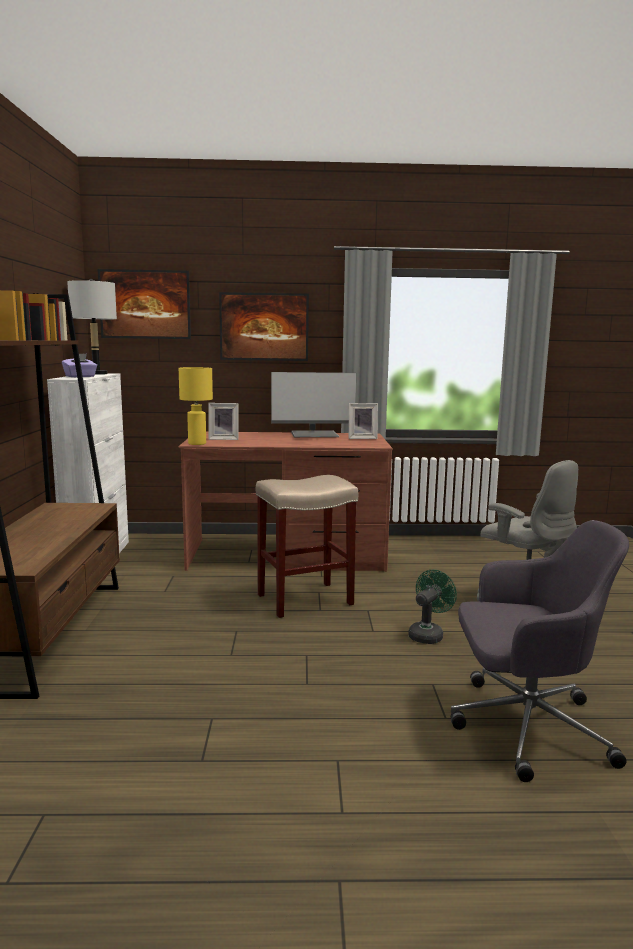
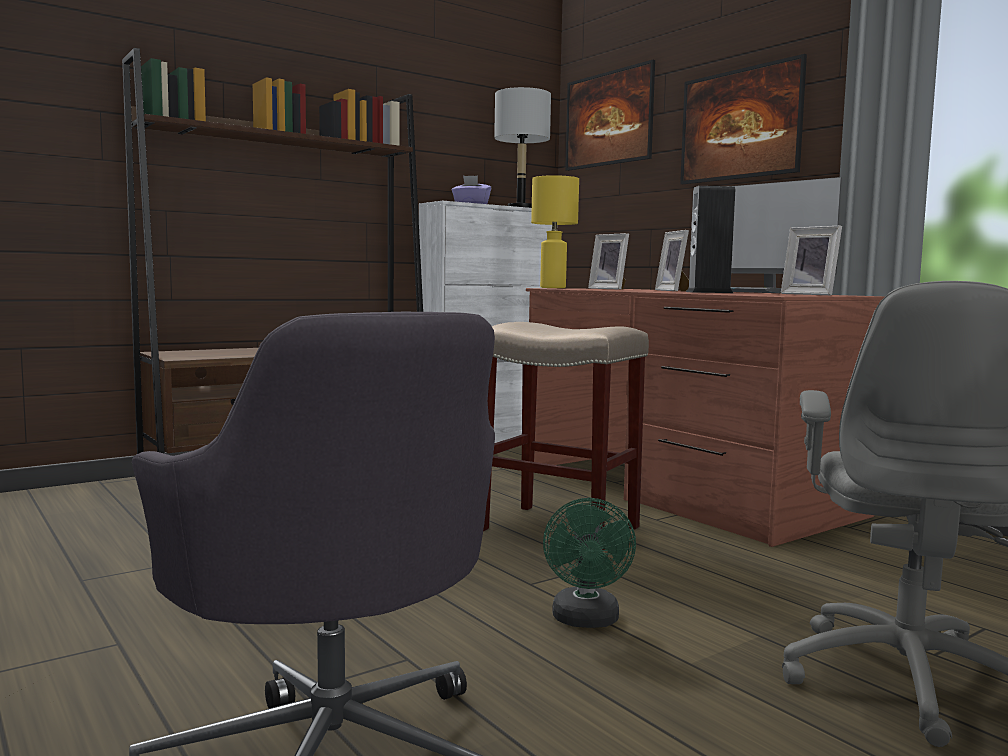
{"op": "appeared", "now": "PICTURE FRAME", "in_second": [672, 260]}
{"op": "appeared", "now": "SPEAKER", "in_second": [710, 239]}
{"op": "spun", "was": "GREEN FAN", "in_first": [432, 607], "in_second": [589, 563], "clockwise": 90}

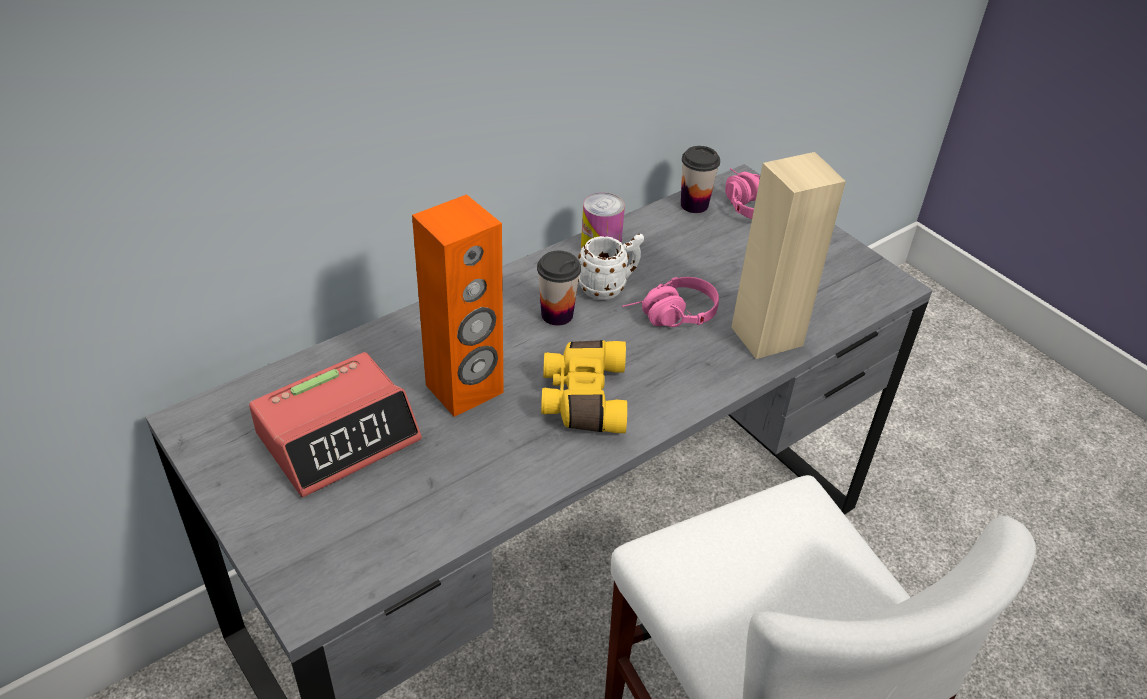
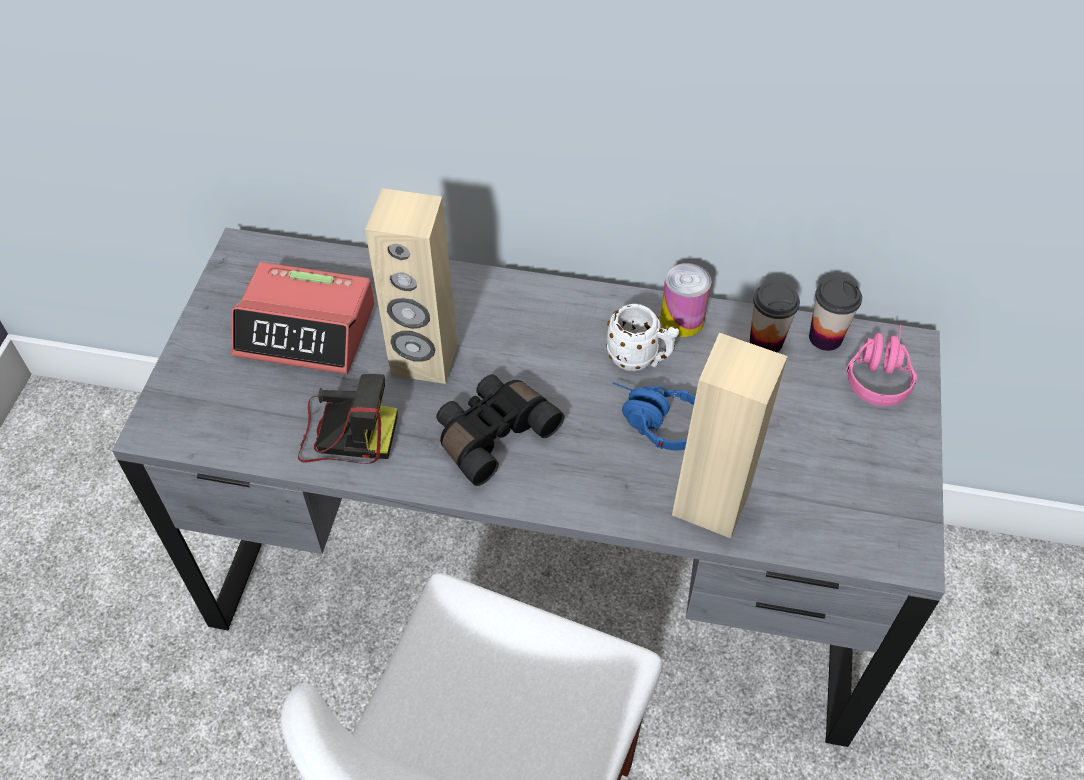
{"op": "appeared", "now": "PHOTO CAMERA", "in_second": [348, 419]}
{"op": "relocated", "was": "CUP", "in_first": [559, 288], "in_second": [775, 317]}
{"op": "colour", "was": "ORANGE SPEAKER", "now": "BEIGE SPEAKER", "in_first": [458, 305], "in_second": [411, 286]}
{"op": "colour", "was": "YELLOW BINOCULARS", "now": "BLACK BINOCULARS", "in_first": [584, 386], "in_second": [500, 430]}
{"op": "colour", "was": "PINK HEADPHONES", "now": "BLUE HEADPHONES", "in_first": [670, 302], "in_second": [654, 416]}

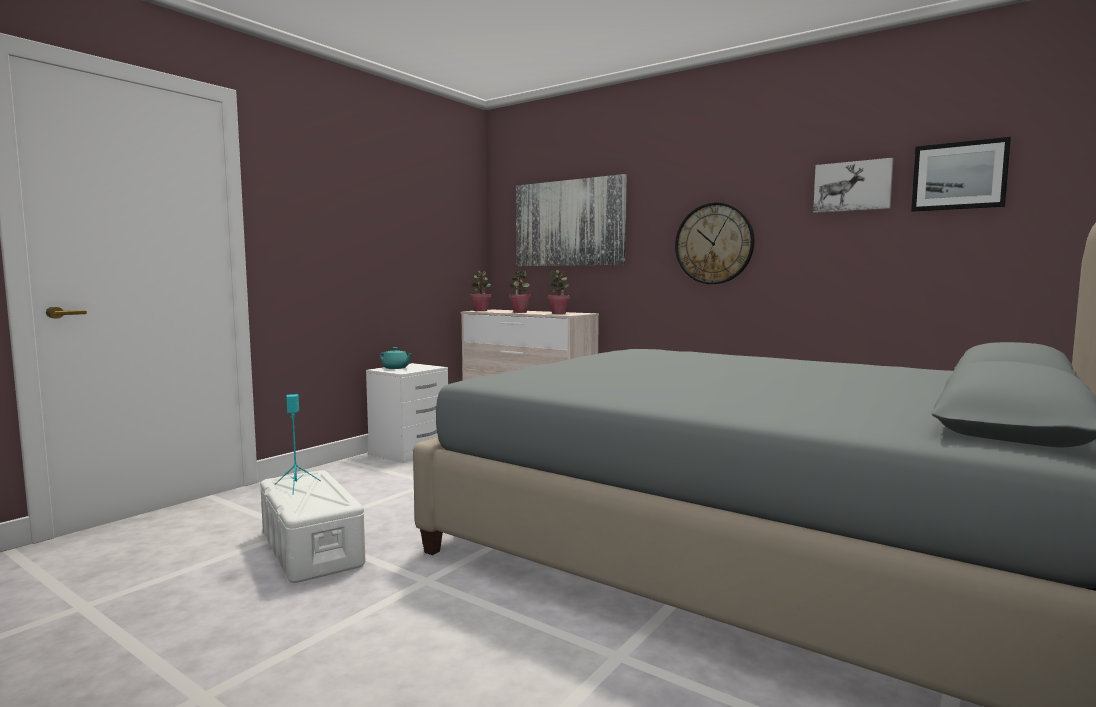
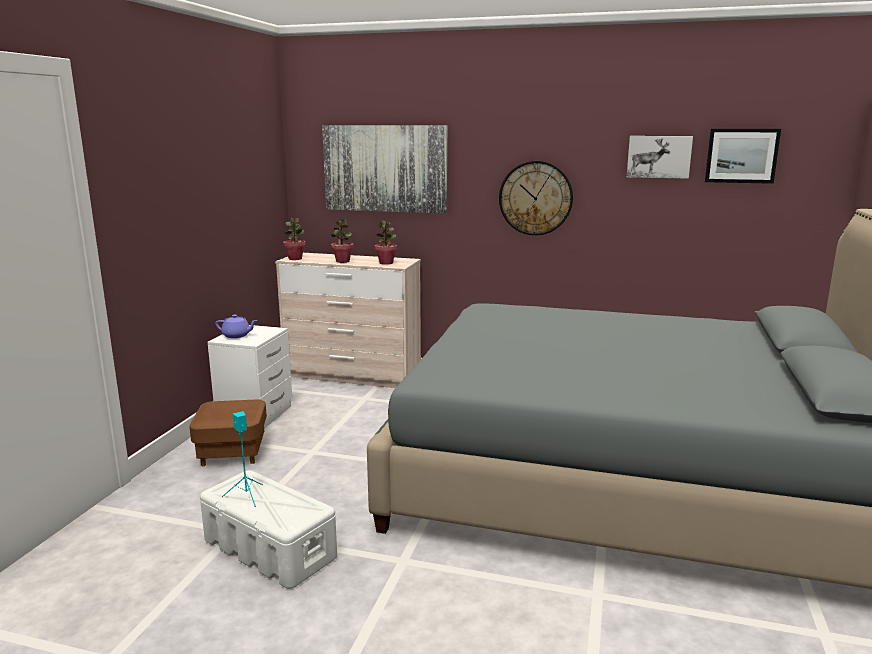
{"op": "appeared", "now": "BROWN OTTOMAN", "in_second": [228, 432]}
{"op": "colour", "was": "TURQUOISE TEAPOT", "now": "PURPLE TEAPOT", "in_first": [396, 358], "in_second": [236, 326]}

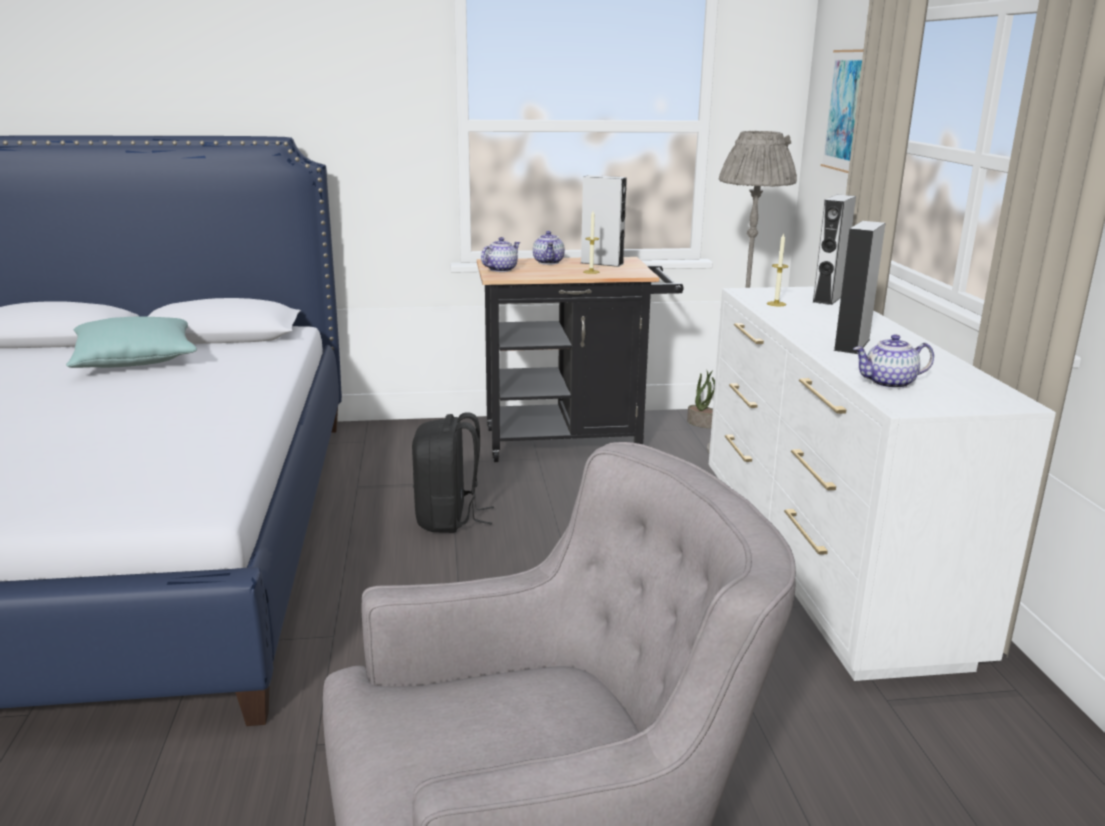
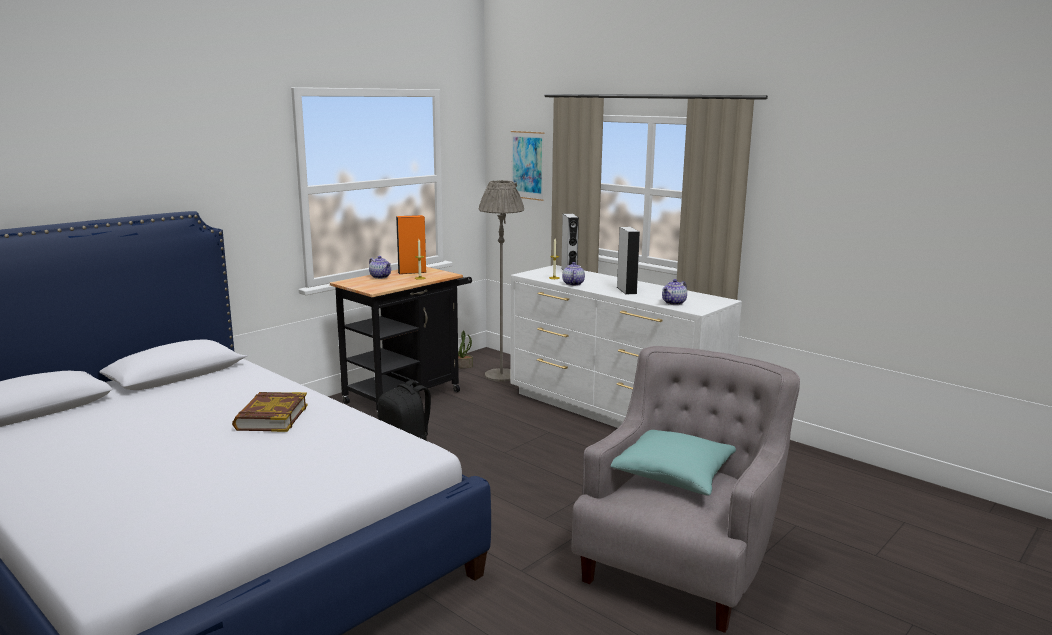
{"op": "appeared", "now": "BOOK", "in_second": [270, 412]}
{"op": "relocated", "was": "TURQUOISE PILLOW", "in_first": [131, 342], "in_second": [673, 463]}
{"op": "relocated", "was": "TEAPOT", "in_first": [500, 254], "in_second": [573, 274]}
{"op": "colour", "was": "GREY SPEAKER", "now": "ORANGE SPEAKER", "in_first": [604, 221], "in_second": [411, 244]}

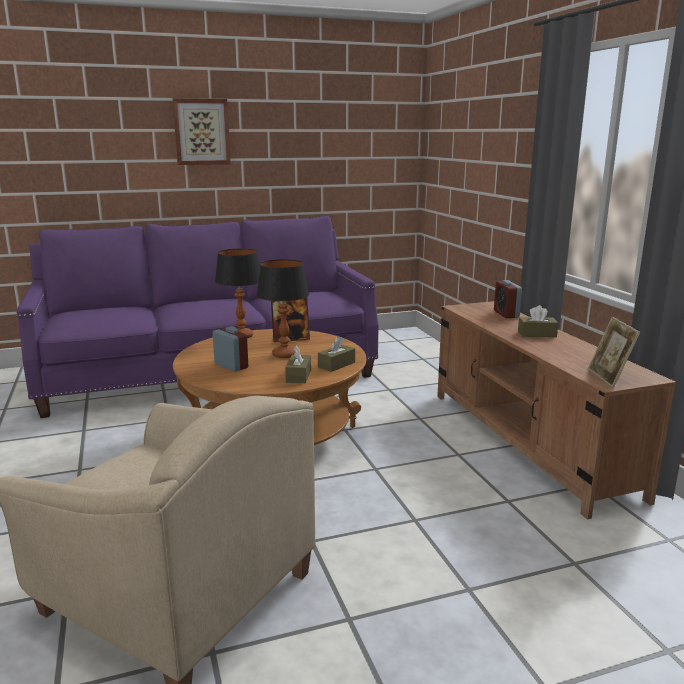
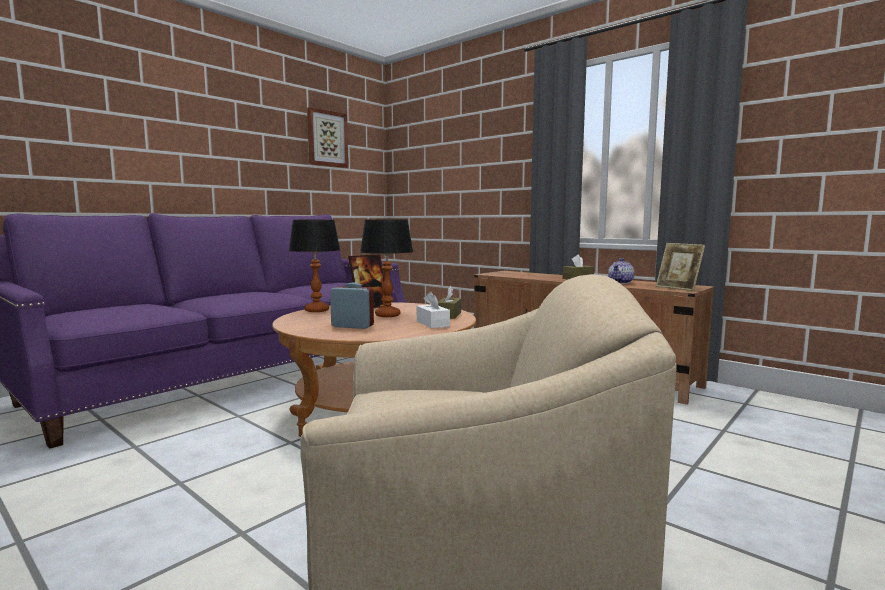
{"op": "missing", "was": "ALARM CLOCK", "in_first": [508, 299]}
{"op": "appeared", "now": "TEAPOT", "in_second": [621, 271]}
{"op": "relocated", "was": "PICTURE", "in_first": [201, 131], "in_second": [327, 137]}
{"op": "colour", "was": "BROWN TISSUE BOX", "now": "WHITE TISSUE BOX", "in_first": [298, 364], "in_second": [433, 310]}

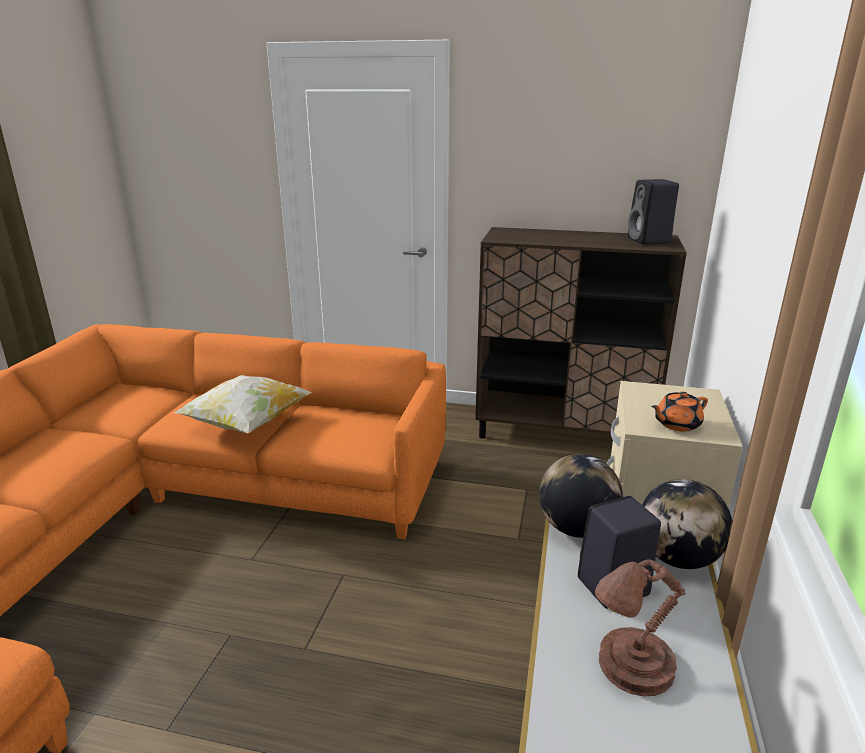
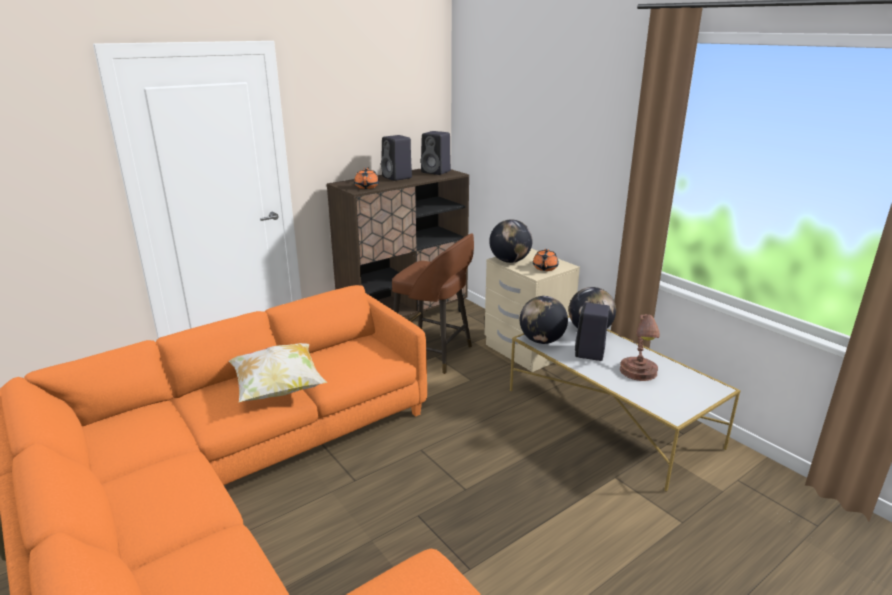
{"op": "appeared", "now": "ORANGE TEAPOT", "in_second": [366, 178]}
{"op": "appeared", "now": "BLACK SPEAKER", "in_second": [396, 158]}
{"op": "appeared", "now": "BROWN STOOL", "in_second": [433, 303]}
{"op": "appeared", "now": "GLOBE", "in_second": [511, 241]}

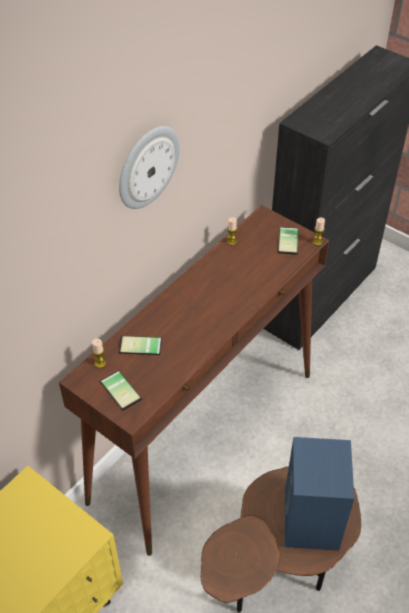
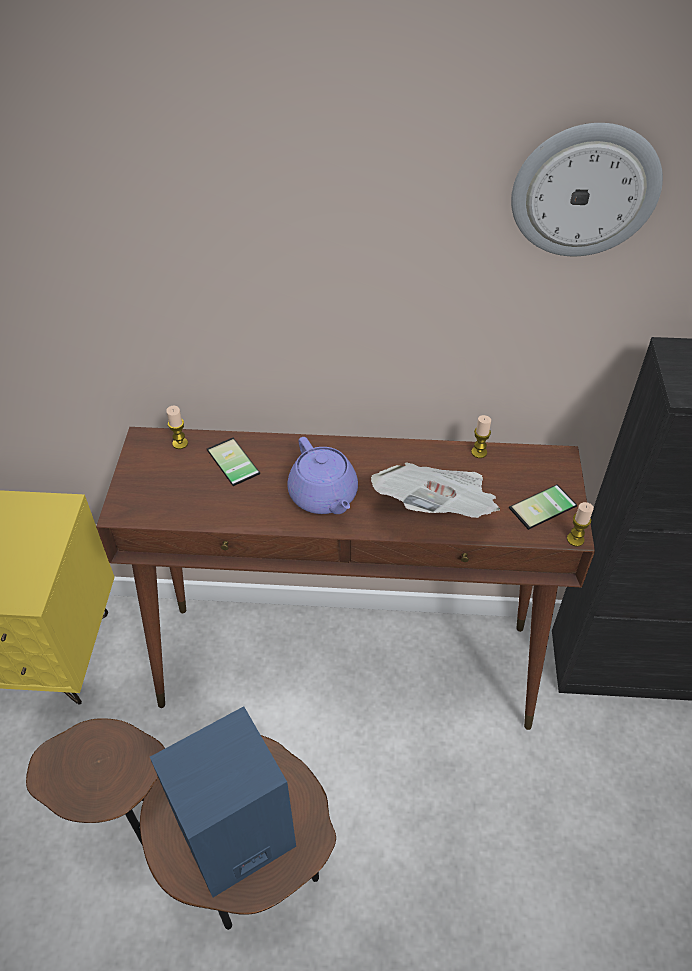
{"op": "missing", "was": "PHONE", "in_first": [121, 390]}
{"op": "appeared", "now": "PURPLE TEAPOT", "in_second": [323, 475]}
{"op": "appeared", "now": "NEWSPAPER", "in_second": [435, 490]}
{"op": "relocated", "was": "WALL CLOCK", "in_first": [149, 167], "in_second": [587, 189]}

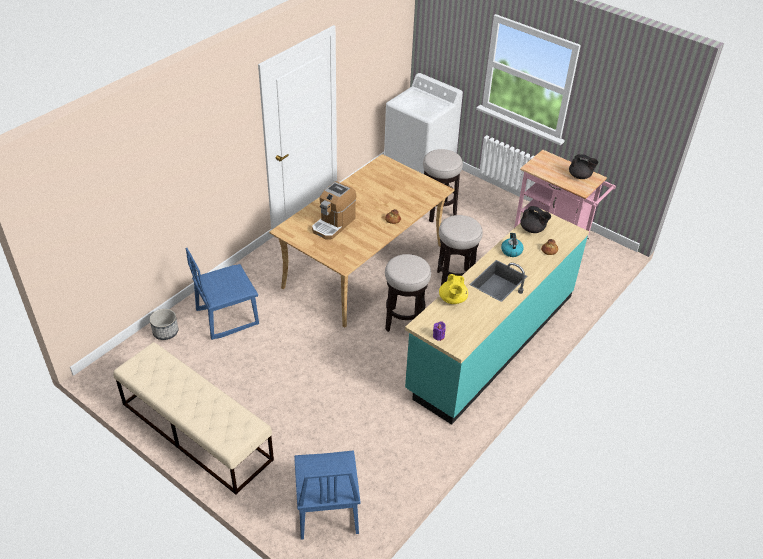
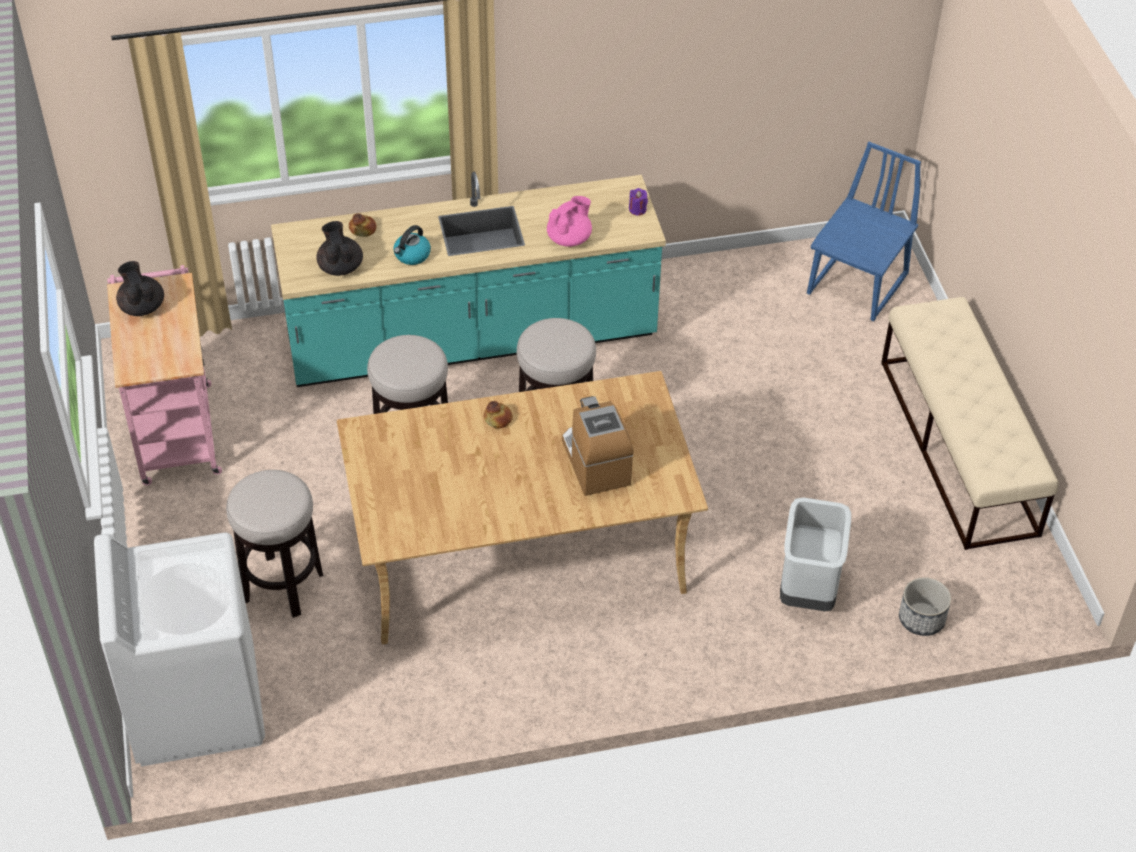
{"op": "exchanged", "was": "BLUE CHAIR", "now": "GREY TRASH CAN", "in_first": [222, 294], "in_second": [815, 554]}
{"op": "colour", "was": "YELLOW TEAPOT", "now": "PINK TEAPOT", "in_first": [453, 289], "in_second": [569, 221]}
{"op": "spun", "was": "COFFEE MACHINE", "in_first": [334, 210], "in_second": [597, 446], "clockwise": -90}

